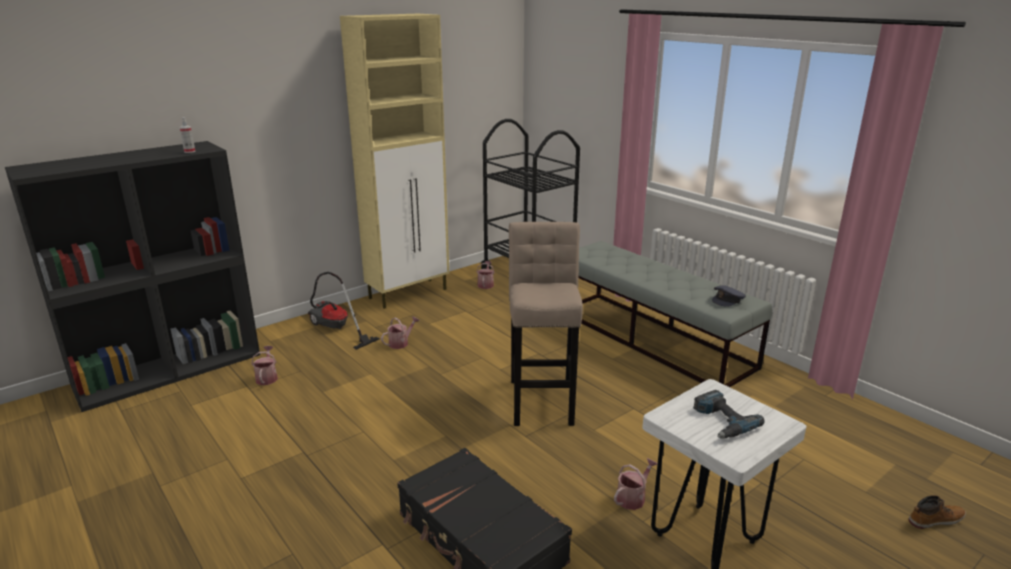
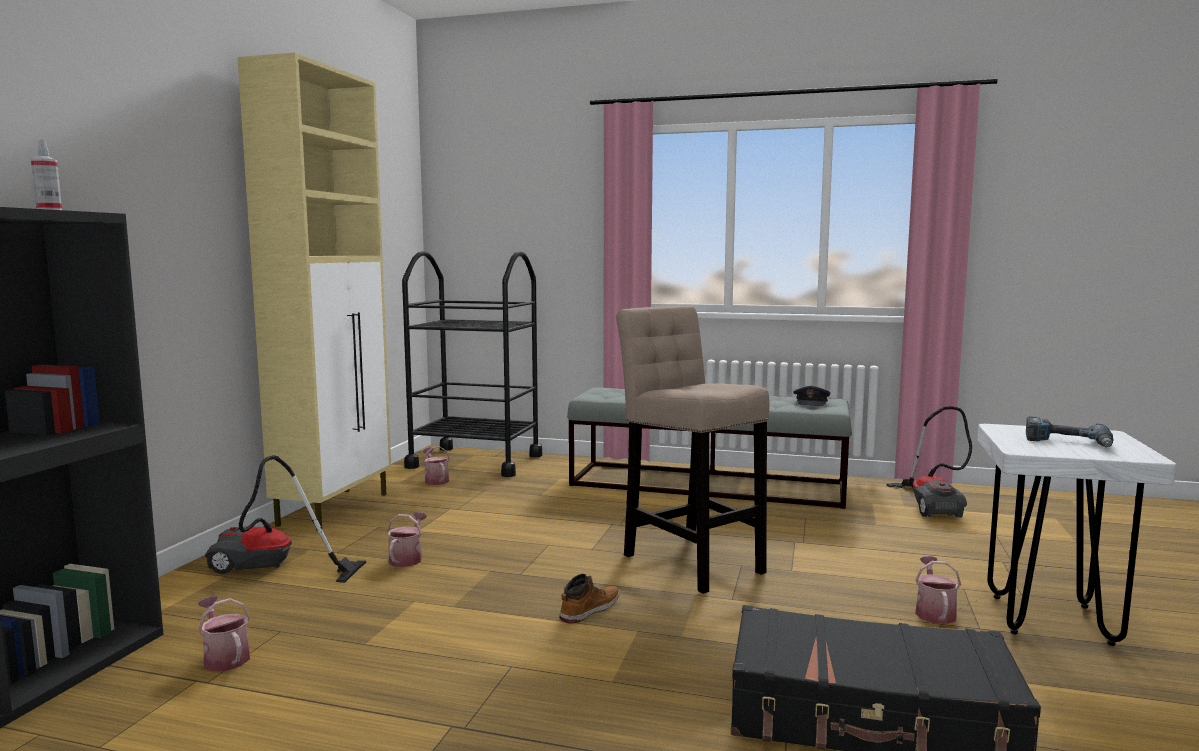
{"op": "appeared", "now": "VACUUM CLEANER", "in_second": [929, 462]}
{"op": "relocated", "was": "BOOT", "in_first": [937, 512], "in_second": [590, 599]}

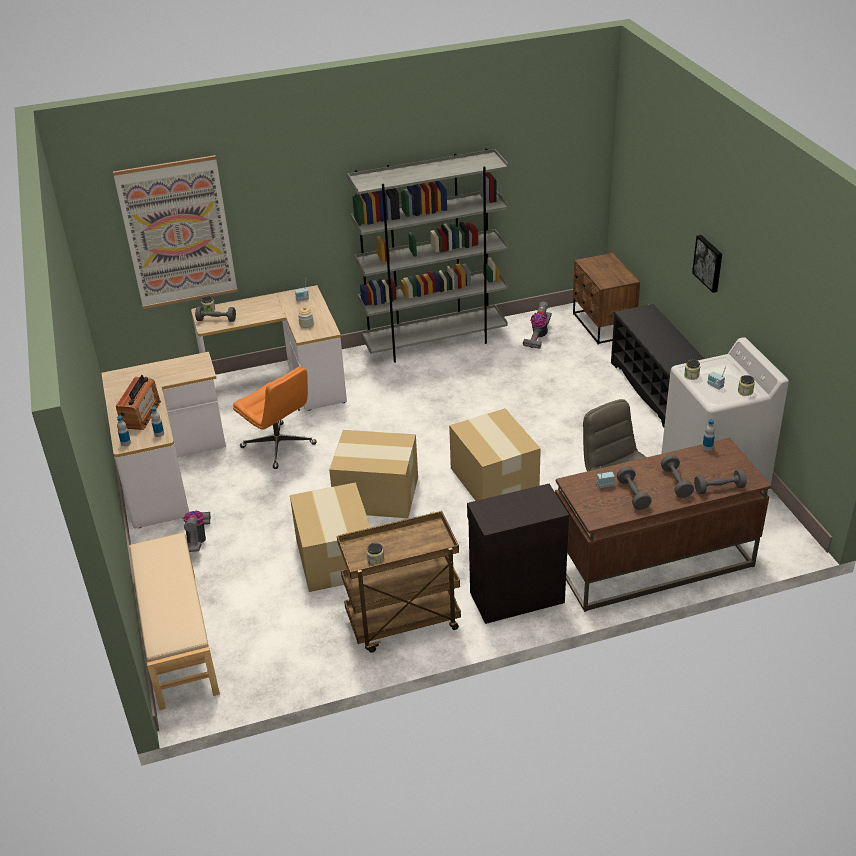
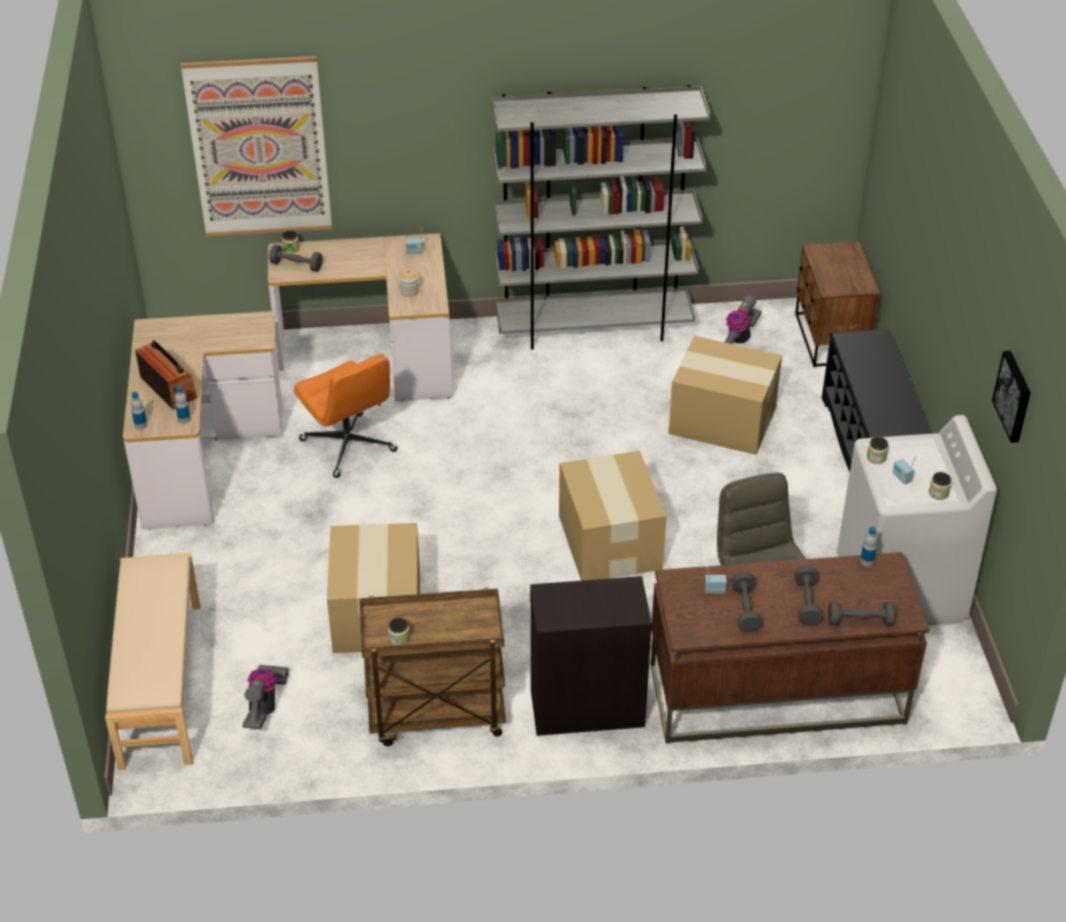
{"op": "relocated", "was": "VACUUM CLEANER", "in_first": [197, 531], "in_second": [265, 697]}
{"op": "relocated", "was": "CARDBOARD BOX", "in_first": [373, 474], "in_second": [725, 395]}
{"op": "relocated", "was": "PICTURE", "in_first": [707, 264], "in_second": [1011, 397]}
{"op": "spun", "was": "RADIO", "in_first": [138, 402], "in_second": [166, 374], "clockwise": -60}

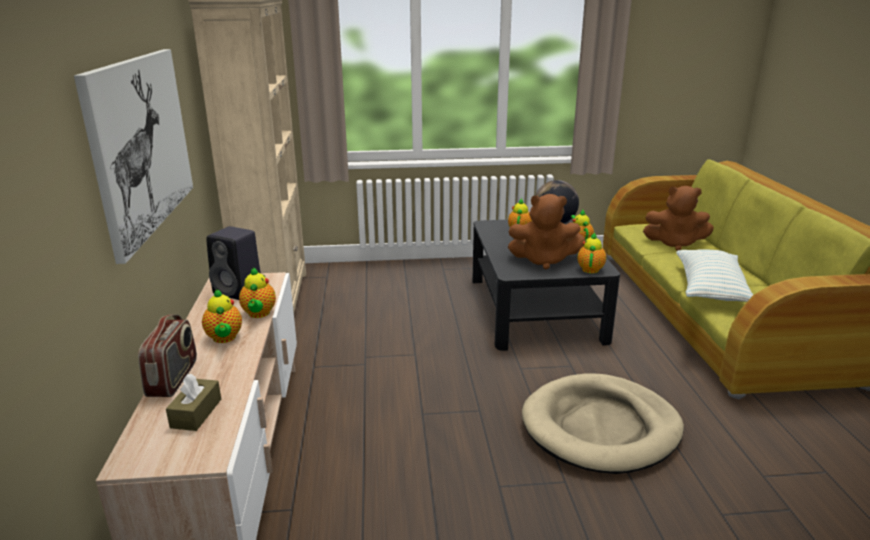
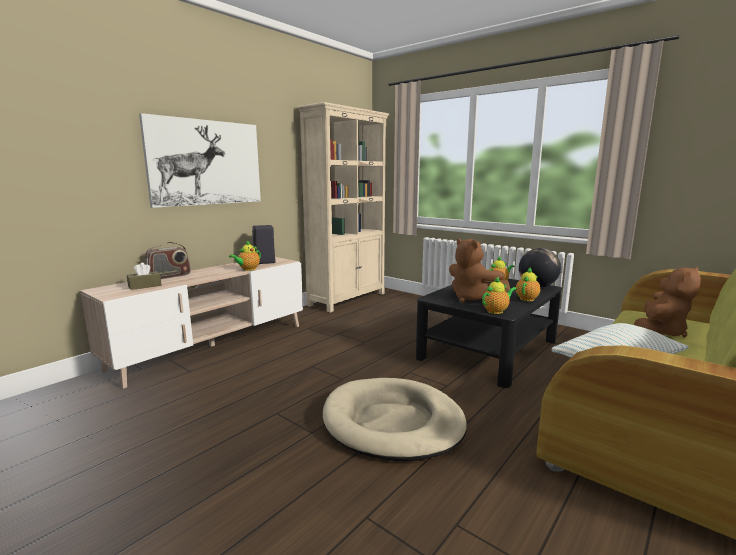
{"op": "missing", "was": "TEAPOT", "in_first": [222, 316]}
{"op": "spun", "was": "BROWN PLUSH TOY", "in_first": [678, 218], "in_second": [667, 302], "clockwise": -105}

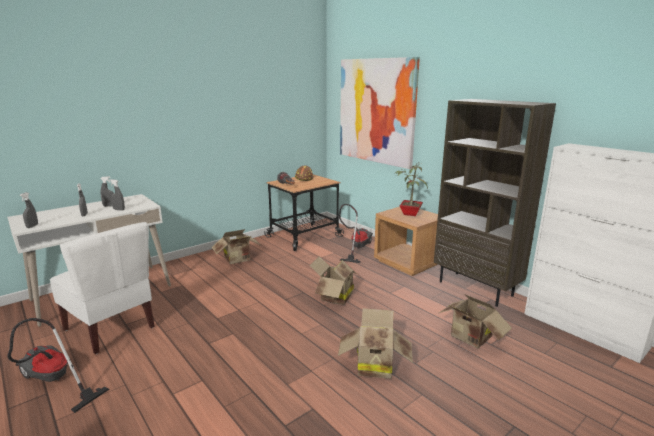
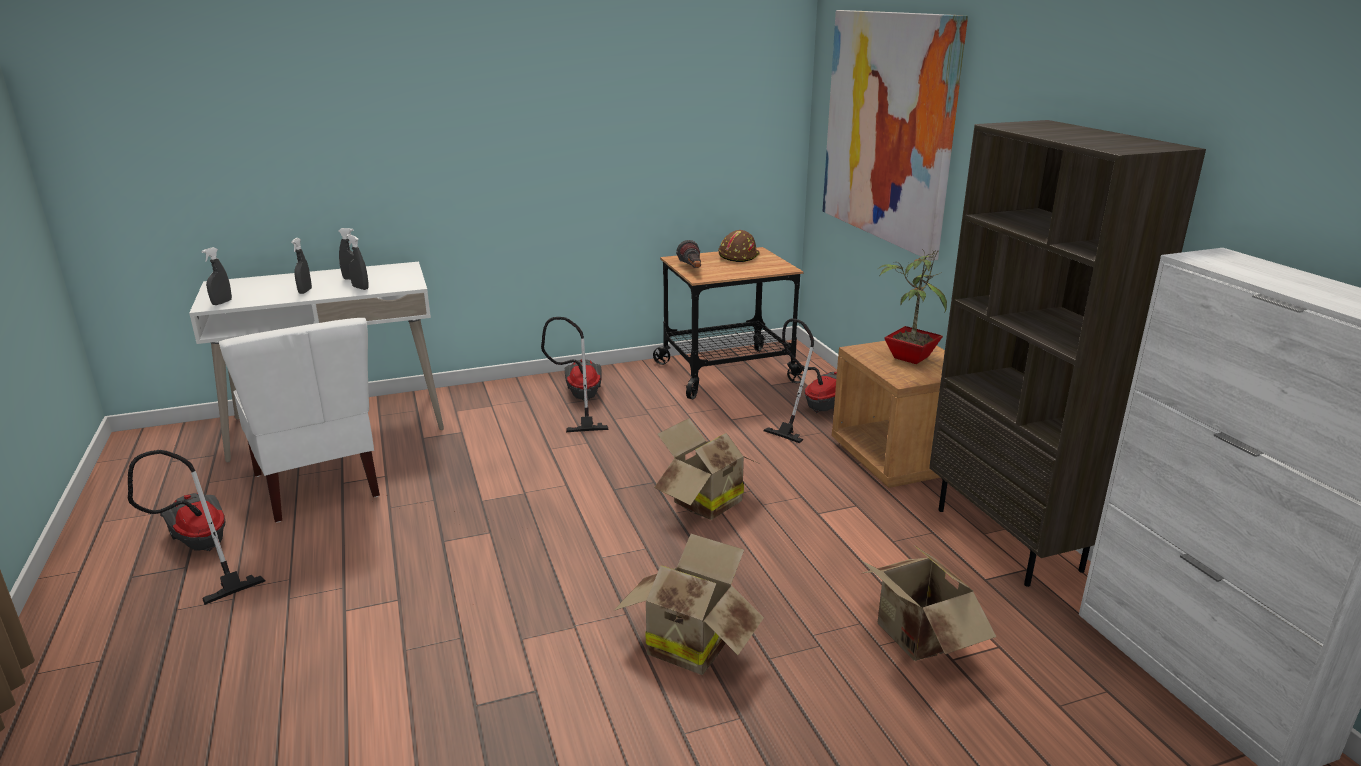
{"op": "exchanged", "was": "CARDBOARD BOX", "now": "VACUUM CLEANER", "in_first": [236, 246], "in_second": [575, 374]}

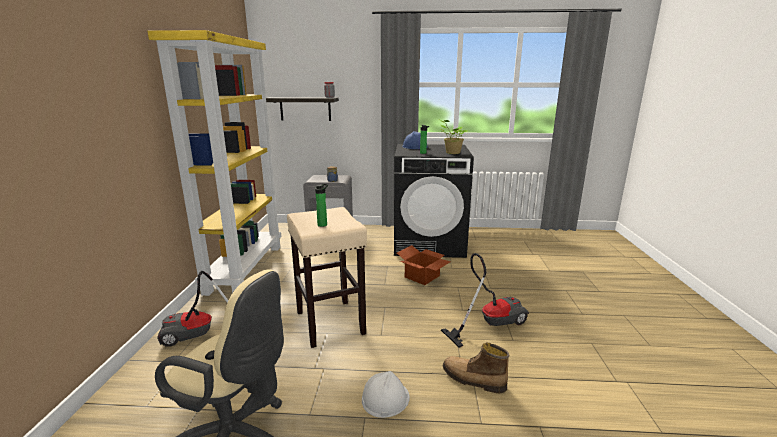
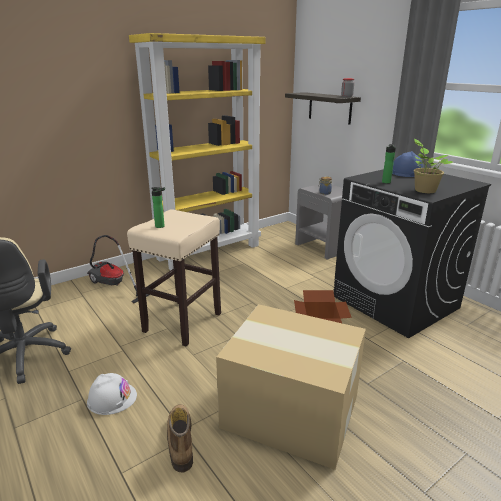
{"op": "exchanged", "was": "VACUUM CLEANER", "now": "CARDBOARD BOX", "in_first": [485, 300], "in_second": [291, 387]}

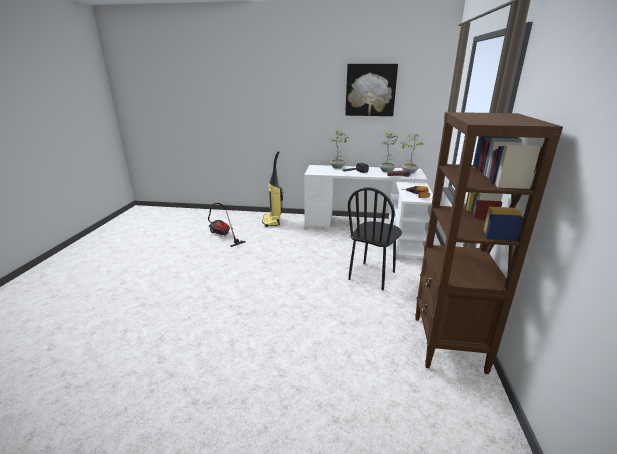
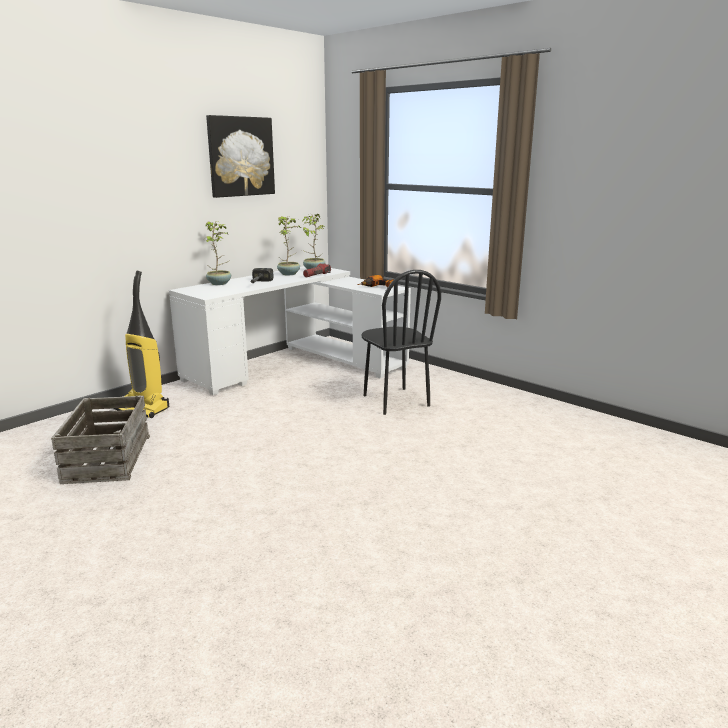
{"op": "missing", "was": "BROWN BOOKCASE", "in_first": [489, 243]}
{"op": "exchanged", "was": "VACUUM CLEANER", "now": "CRATE", "in_first": [227, 225], "in_second": [100, 440]}

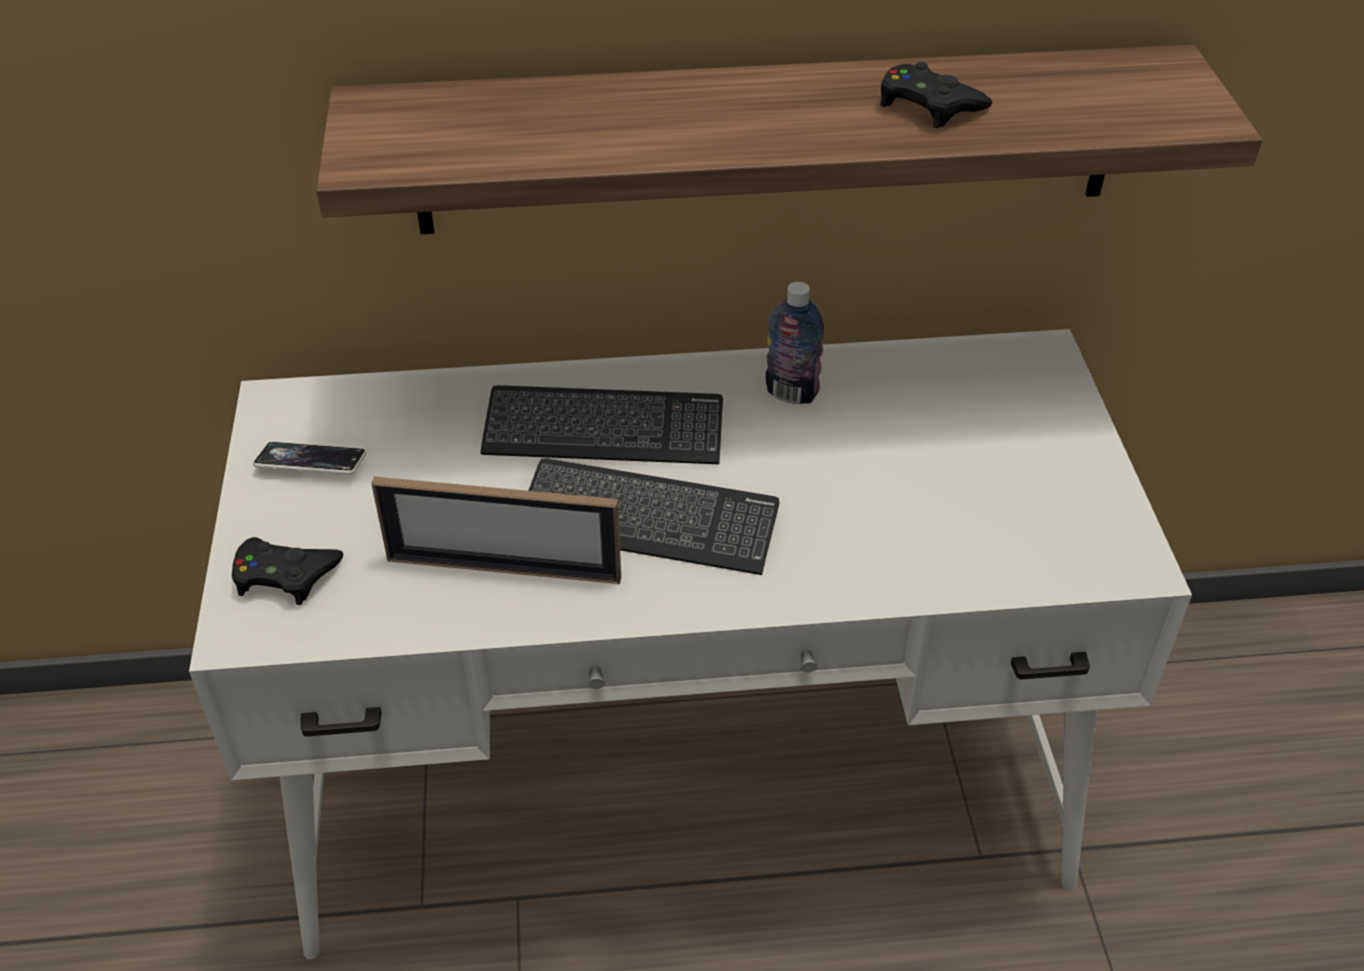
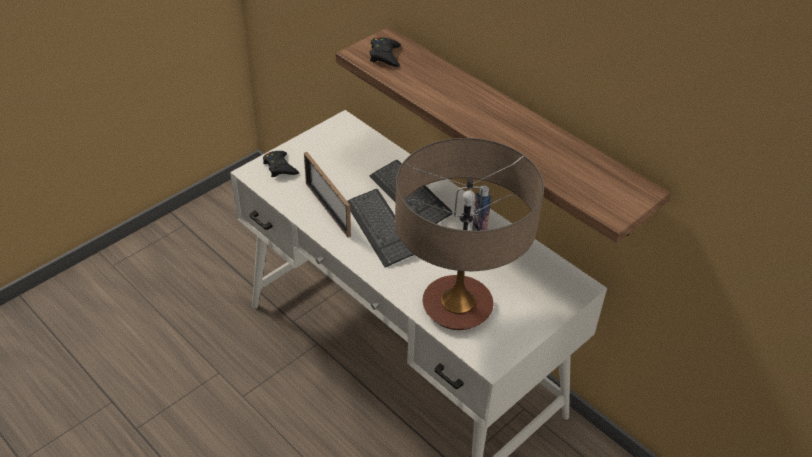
{"op": "missing", "was": "PHONE", "in_first": [309, 458]}
{"op": "appeared", "now": "TABLE LAMP", "in_second": [469, 234]}
{"op": "relocated", "was": "BLACK GAME CONTROLLER", "in_first": [936, 95], "in_second": [385, 52]}

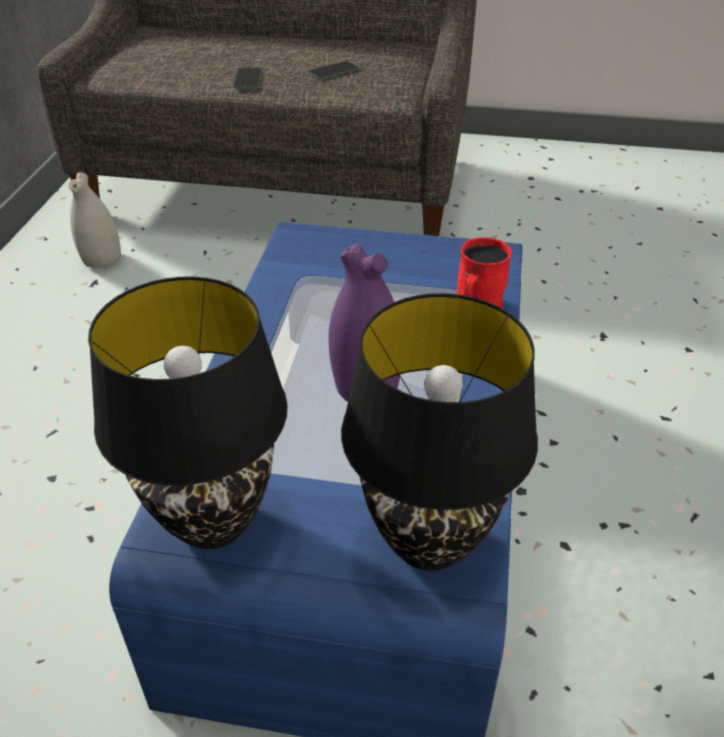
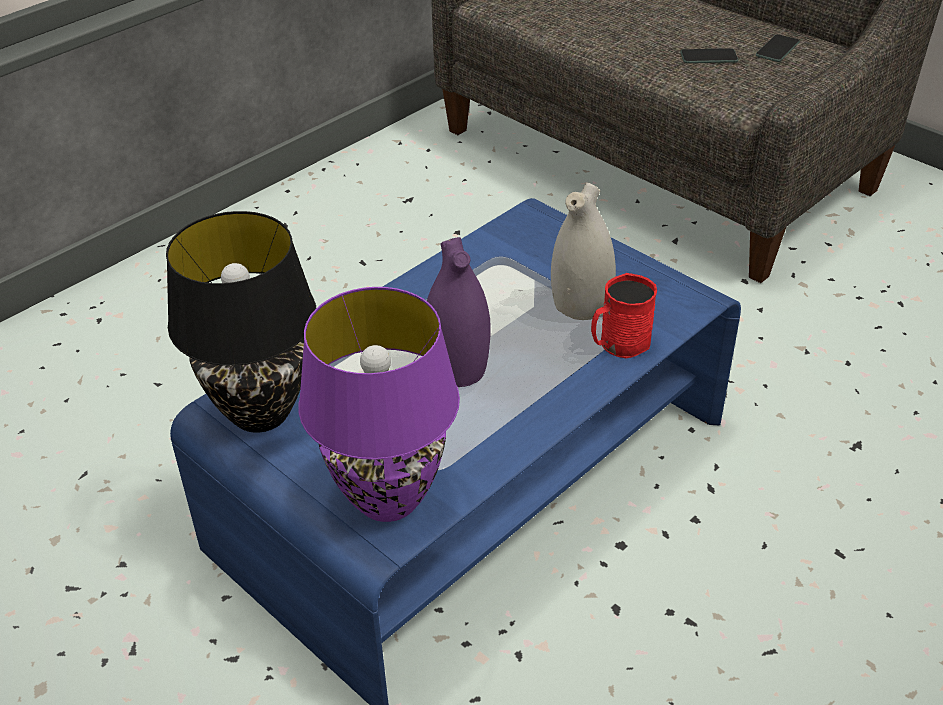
{"op": "relocated", "was": "WHITE VASE", "in_first": [94, 220], "in_second": [583, 251]}
{"op": "relocated", "was": "PHONE", "in_first": [247, 78], "in_second": [778, 48]}
{"op": "colour", "was": "BLACK TABLE LAMP", "now": "PURPLE TABLE LAMP", "in_first": [439, 432], "in_second": [379, 404]}

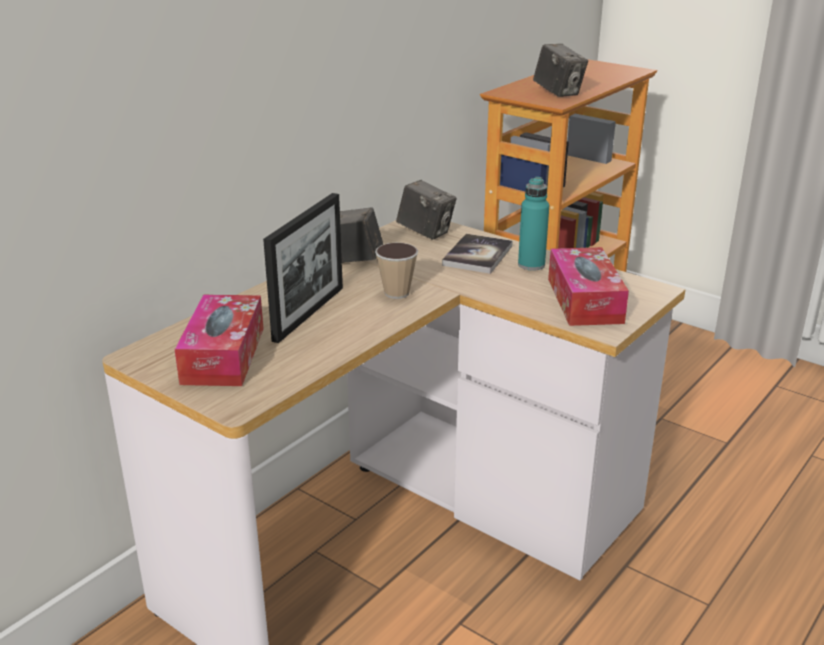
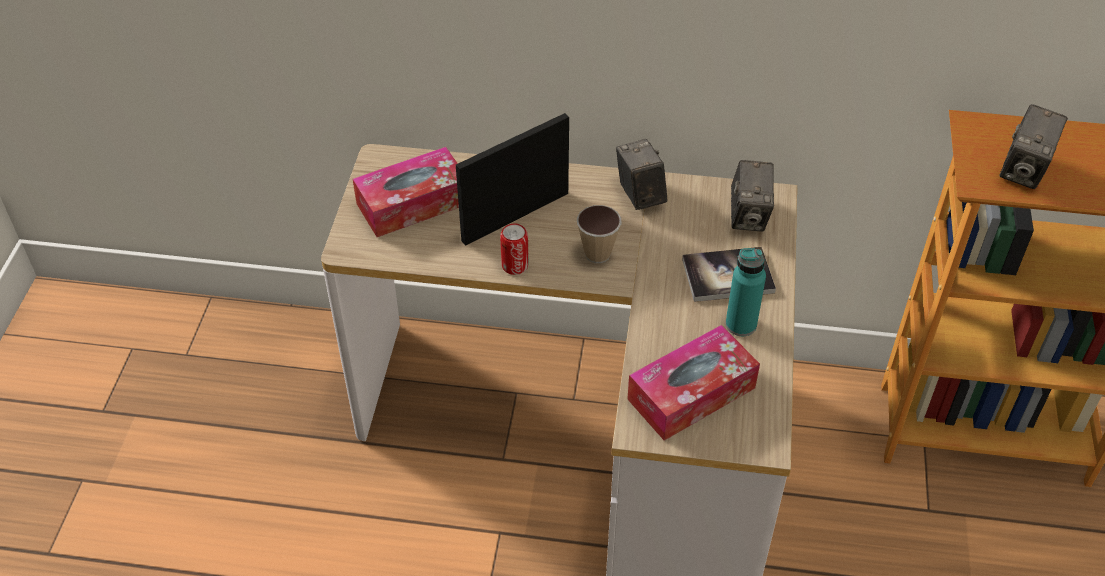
{"op": "appeared", "now": "CAN", "in_second": [514, 249]}
{"op": "spun", "was": "PICTURE FRAME", "in_first": [303, 268], "in_second": [512, 179], "clockwise": 150}

